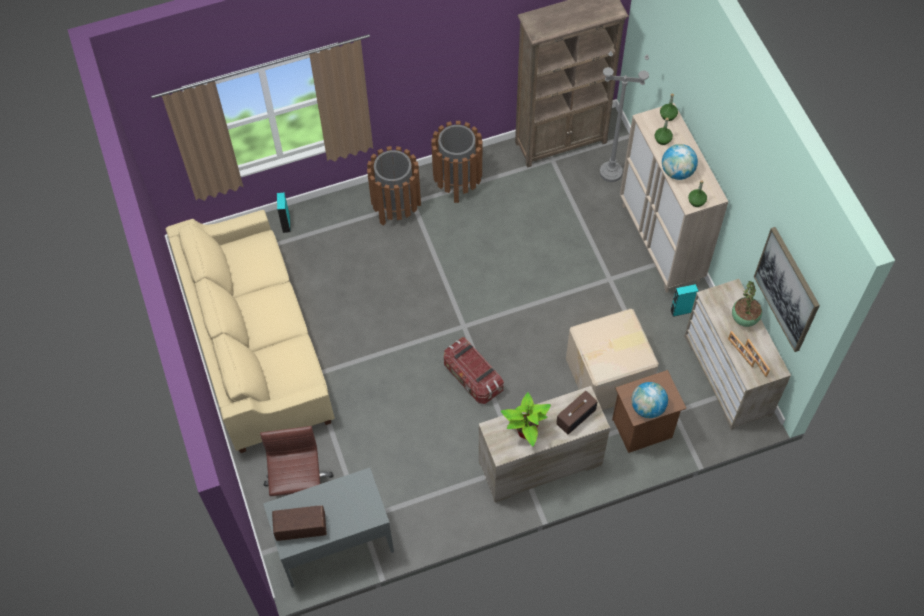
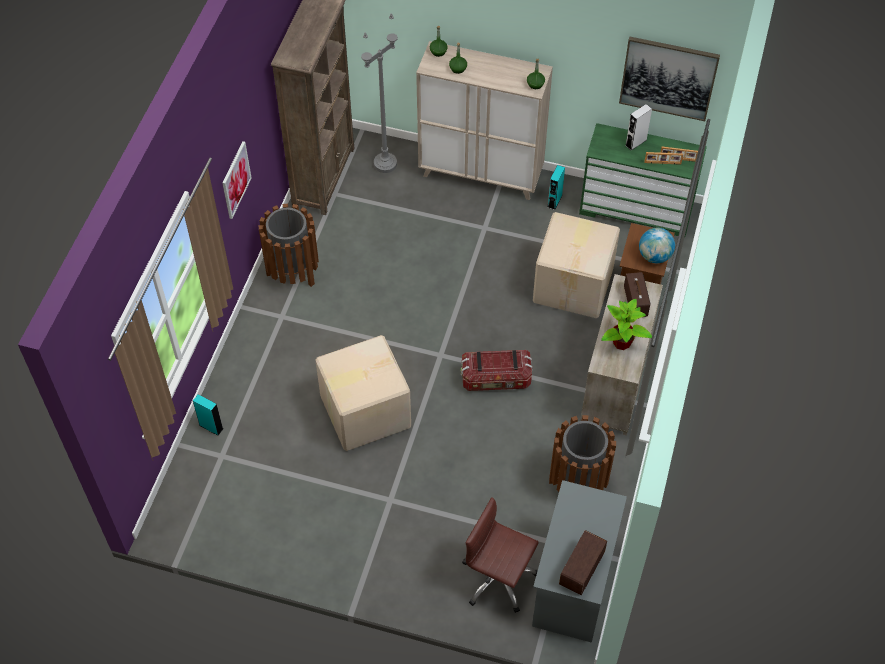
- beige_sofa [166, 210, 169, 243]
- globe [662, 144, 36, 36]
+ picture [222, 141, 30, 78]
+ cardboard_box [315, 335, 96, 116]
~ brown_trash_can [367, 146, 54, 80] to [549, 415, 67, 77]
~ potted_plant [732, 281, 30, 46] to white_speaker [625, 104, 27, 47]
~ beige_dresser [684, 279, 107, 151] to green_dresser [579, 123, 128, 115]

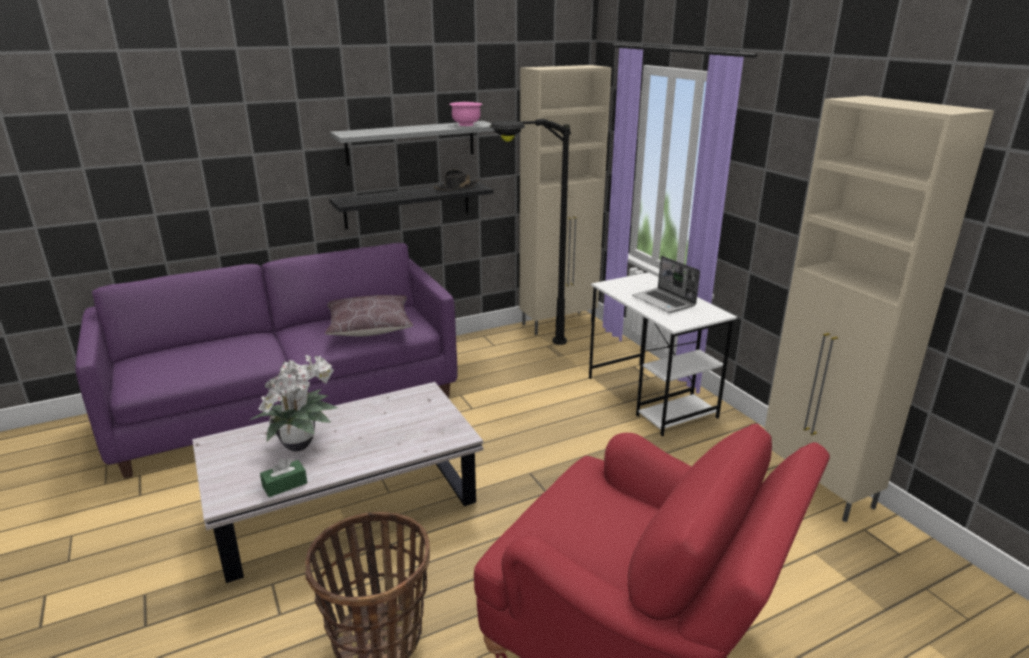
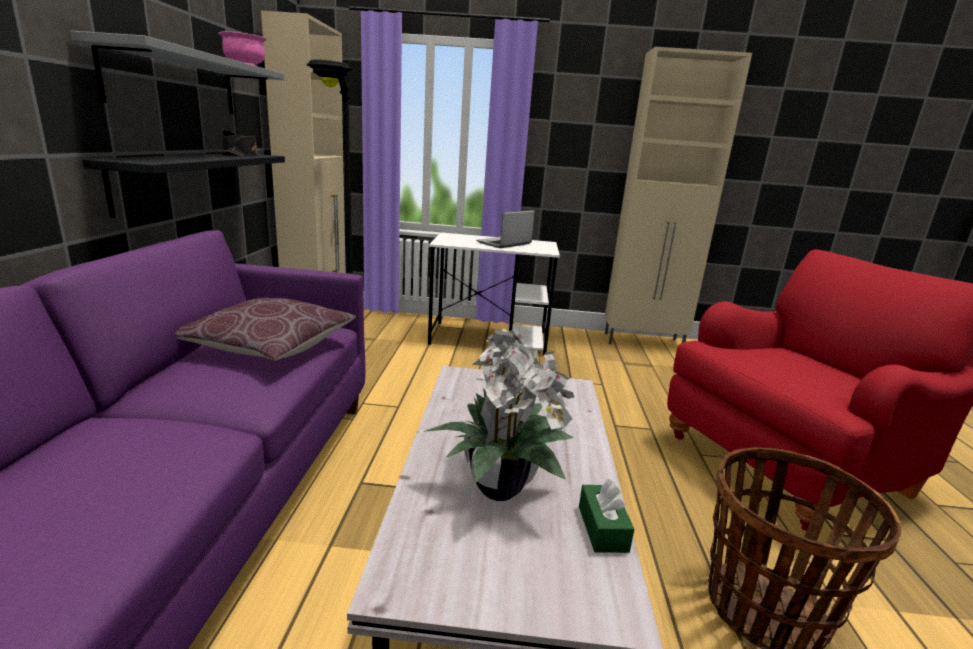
~ laptop [632, 256, 68, 57] = [476, 210, 59, 38] 135 degrees clockwise

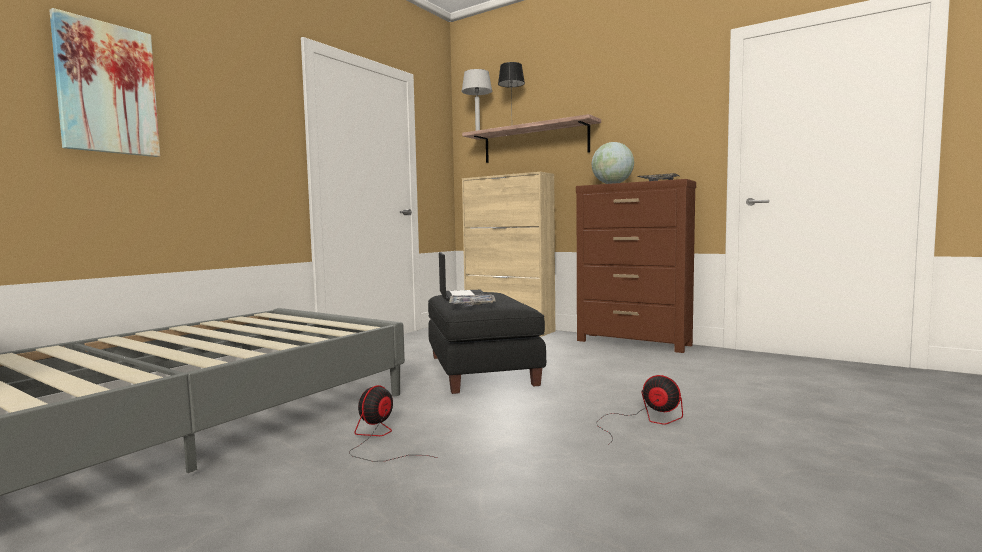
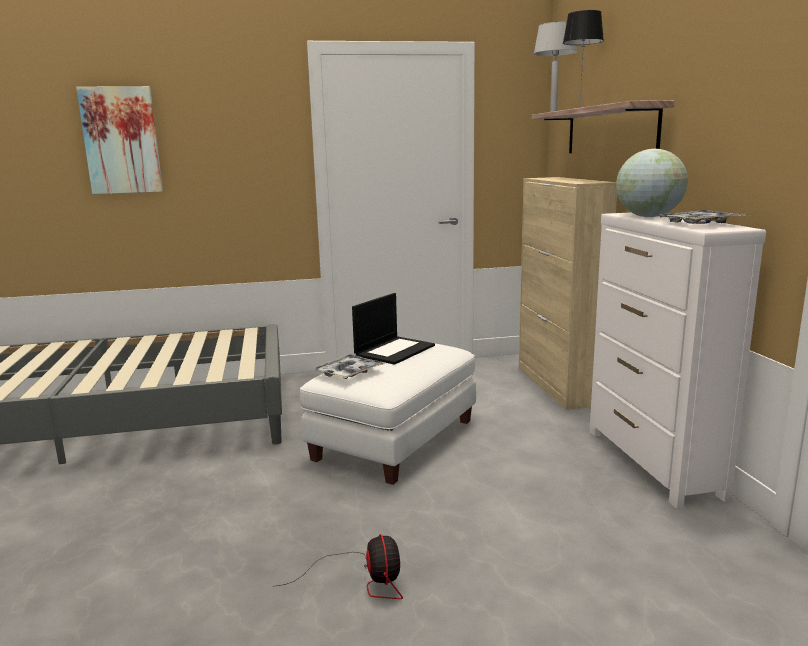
- fan [349, 385, 88, 77]
~ black_ottoman [428, 292, 118, 102] to white_ottoman [300, 344, 176, 141]
~ brown_dresser [576, 179, 120, 174] to white_dresser [590, 212, 176, 297]

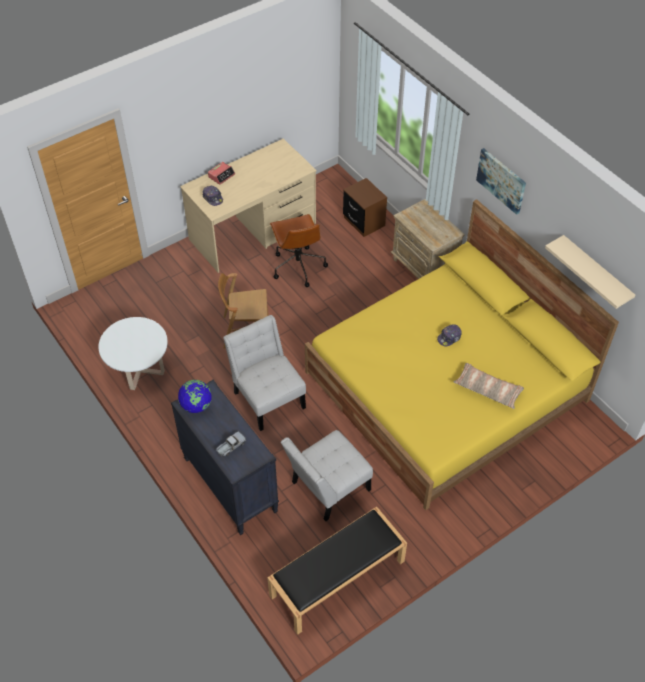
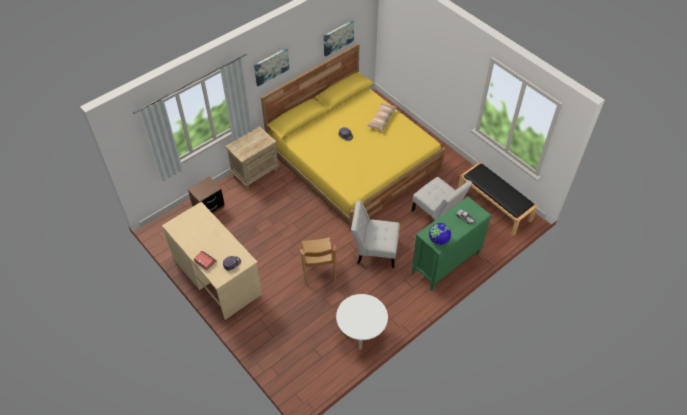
- brown_office_chair [270, 214, 58, 73]
~ beige_shelf [545, 235, 90, 74] to picture [324, 20, 30, 37]
~ black_dresser [171, 380, 108, 155] to green_dresser [412, 196, 79, 95]
~ white_chair [223, 315, 83, 116] = [351, 200, 49, 68] 45 degrees clockwise

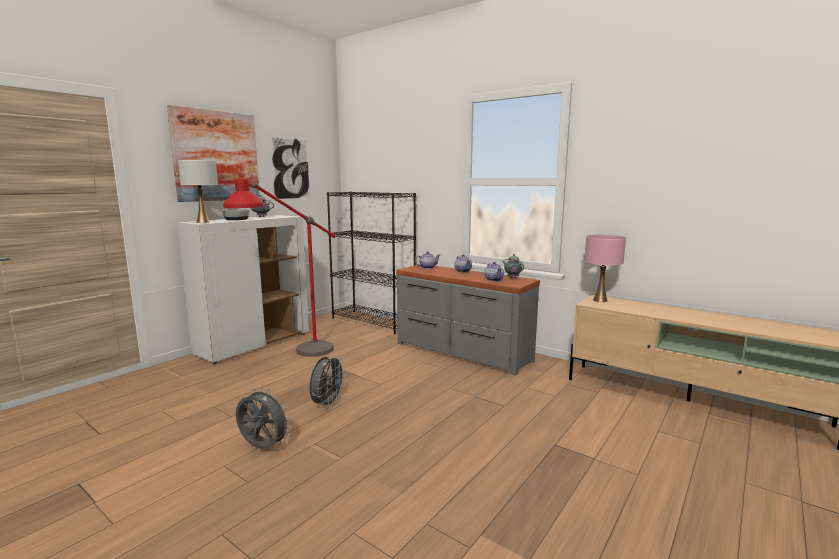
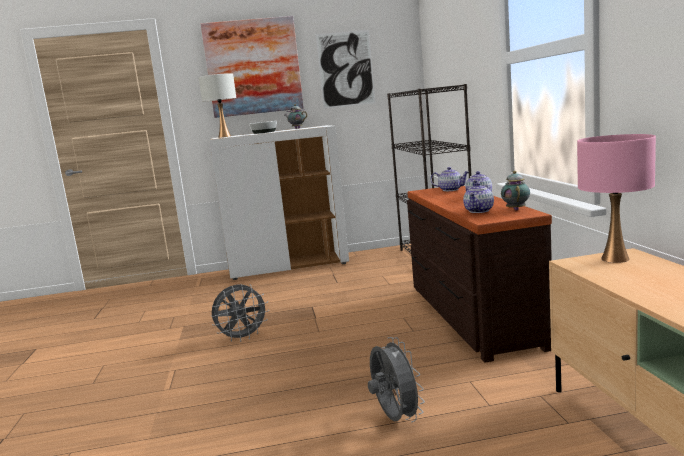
- red_floor_lamp [223, 178, 113, 179]
~ grey_fan [236, 387, 56, 62] to [368, 337, 57, 85]
~ grey_dresser [396, 265, 144, 111] to brown_dresser [407, 186, 145, 176]

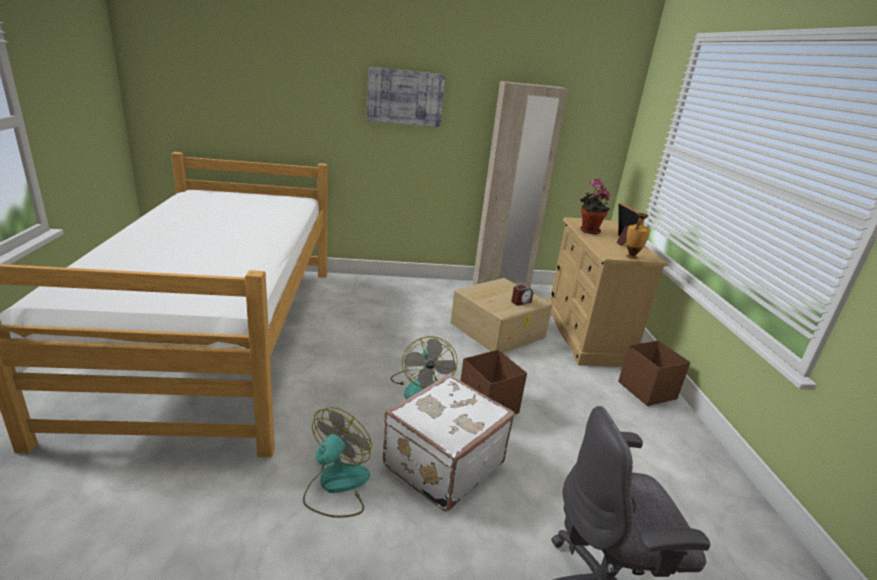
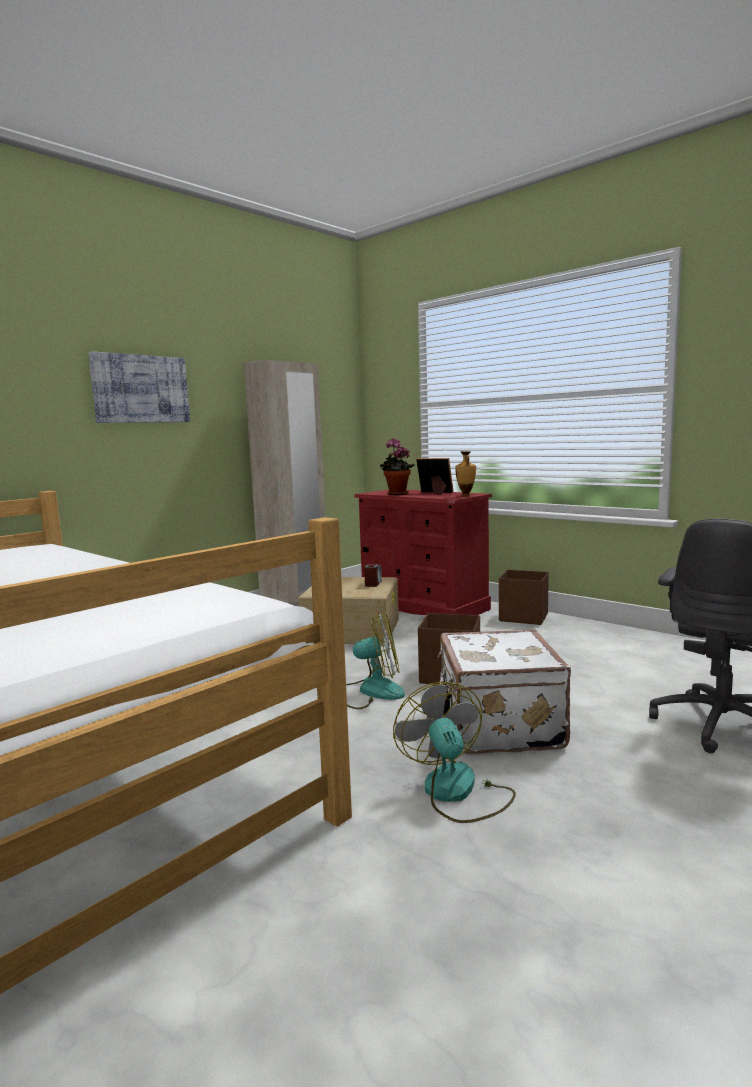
~ beige_dresser [547, 217, 120, 150] to red_dresser [354, 490, 138, 125]
~ fan [391, 336, 67, 63] = [346, 611, 59, 98] 45 degrees counterclockwise

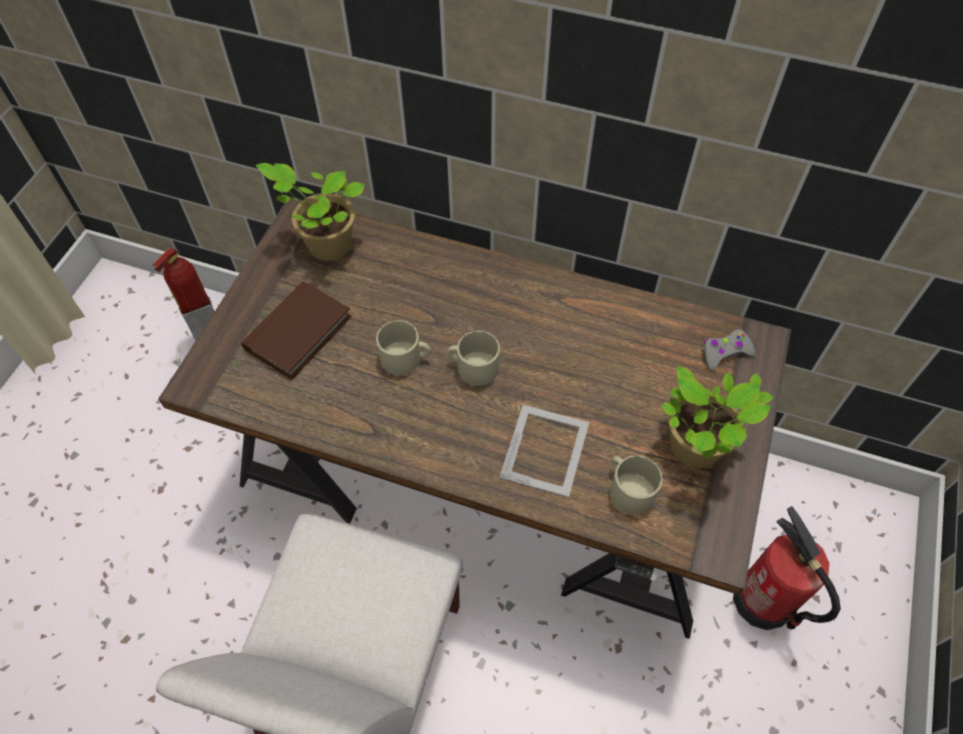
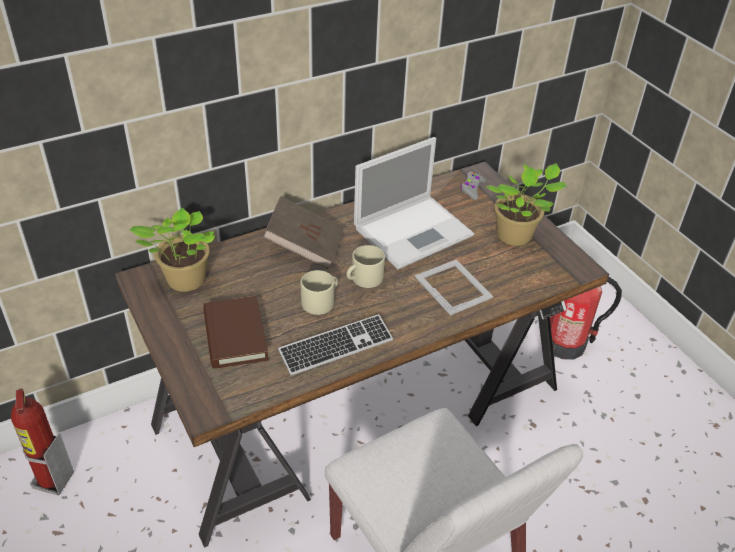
- beige_mug [610, 455, 52, 59]
+ brown_book [263, 196, 81, 73]
+ keyboard [278, 314, 115, 62]
+ laptop [354, 137, 120, 132]

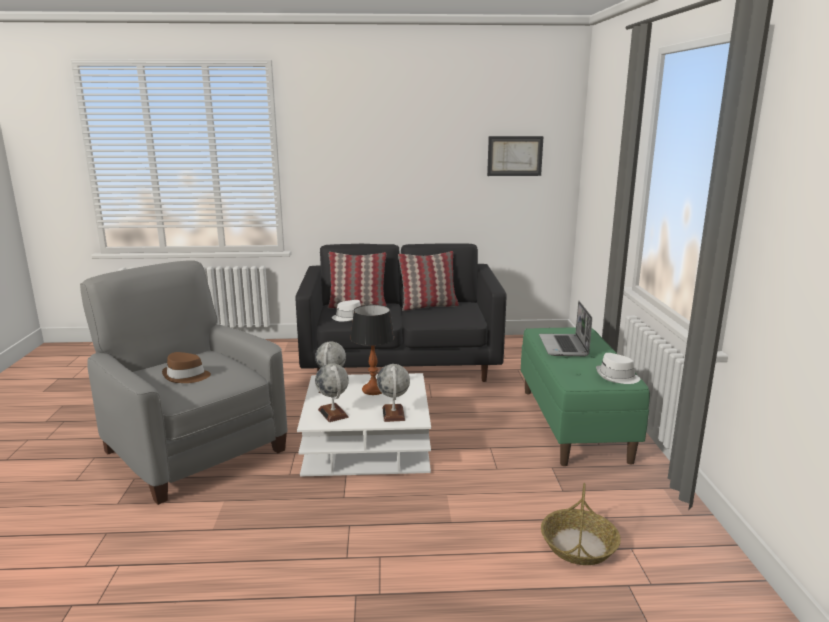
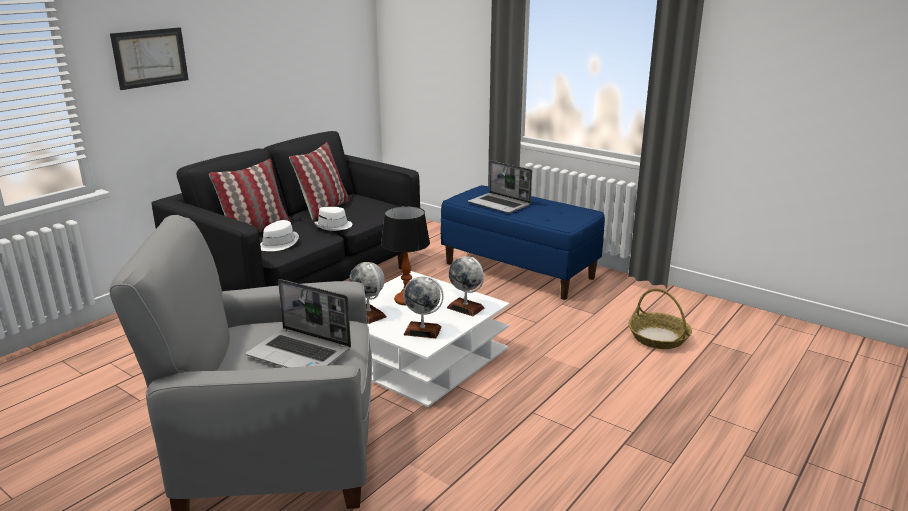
~ picture [487, 136, 57, 40] to [110, 27, 78, 63]
~ white_hat [596, 353, 44, 31] to [314, 207, 39, 24]
~ brown_hat [162, 352, 49, 31] to laptop [245, 279, 106, 89]
~ green_bench [521, 328, 129, 138] to blue_bench [441, 185, 164, 115]

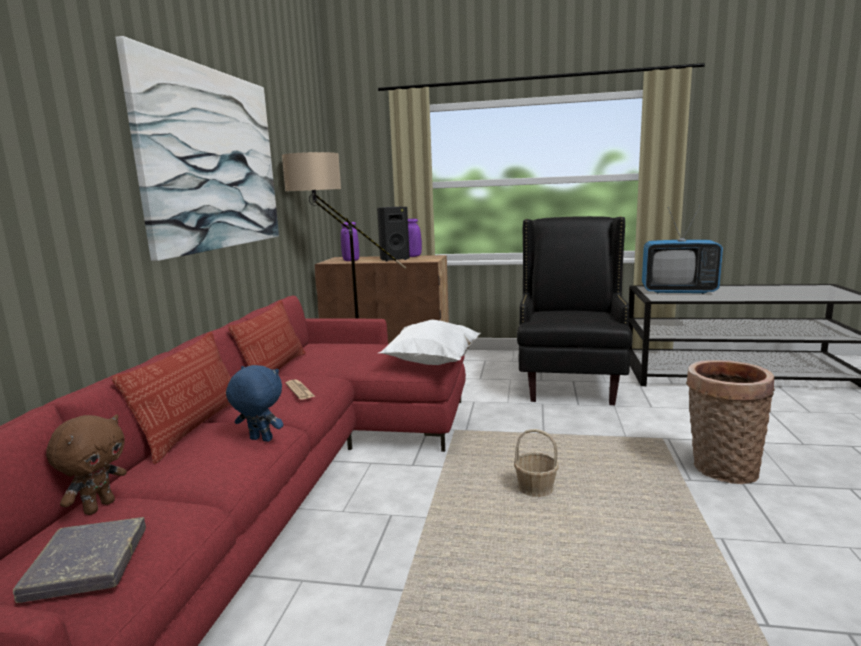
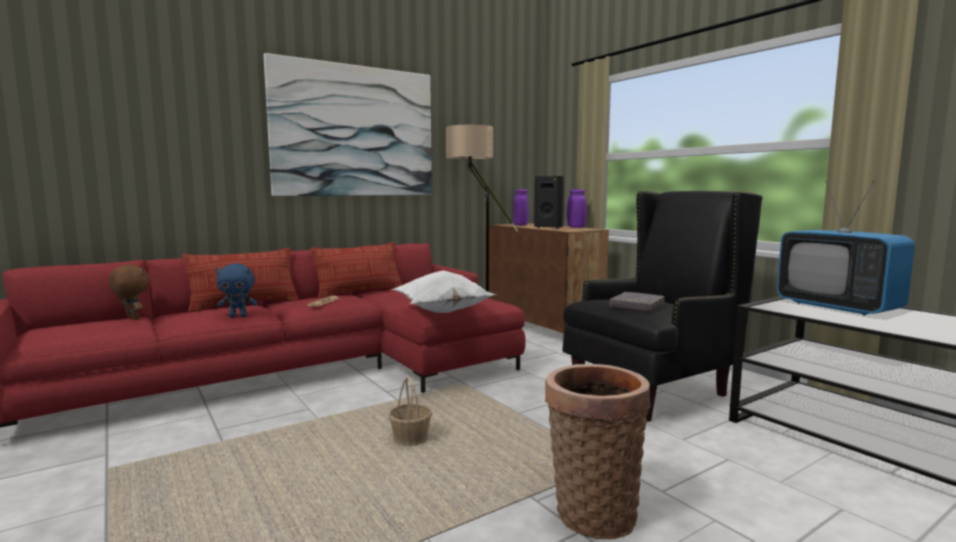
~ grey_book [13, 517, 133, 86] to [610, 292, 55, 19]
~ brown_plush_toy [46, 414, 81, 101] = [108, 265, 41, 55] 120 degrees counterclockwise
~ blue_plush_toy [226, 365, 57, 77] = [216, 264, 42, 54] 105 degrees clockwise

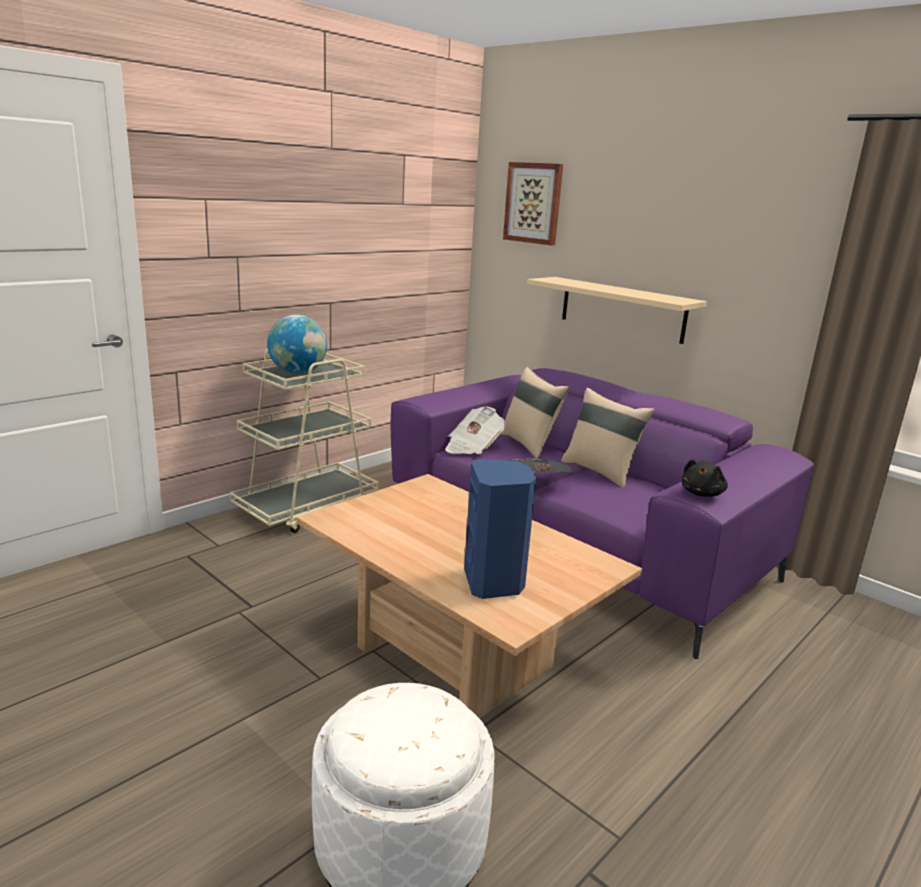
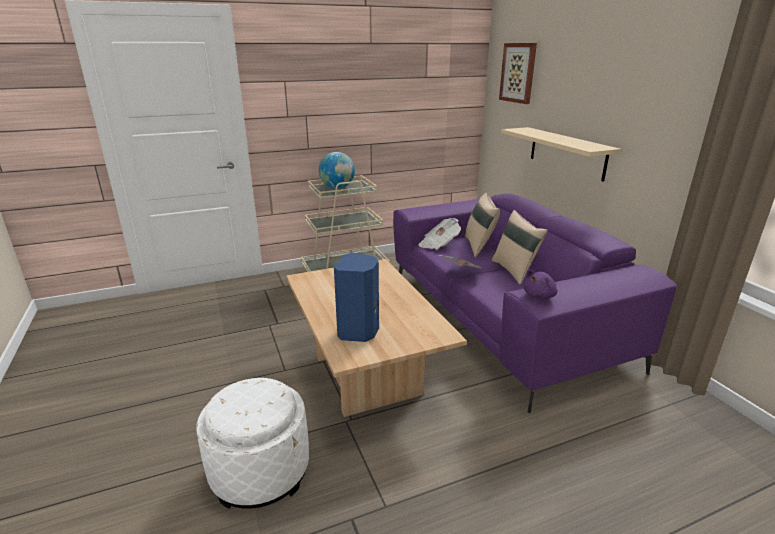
~ black_plush_toy [682, 459, 46, 38] to purple_plush_toy [524, 269, 33, 30]

